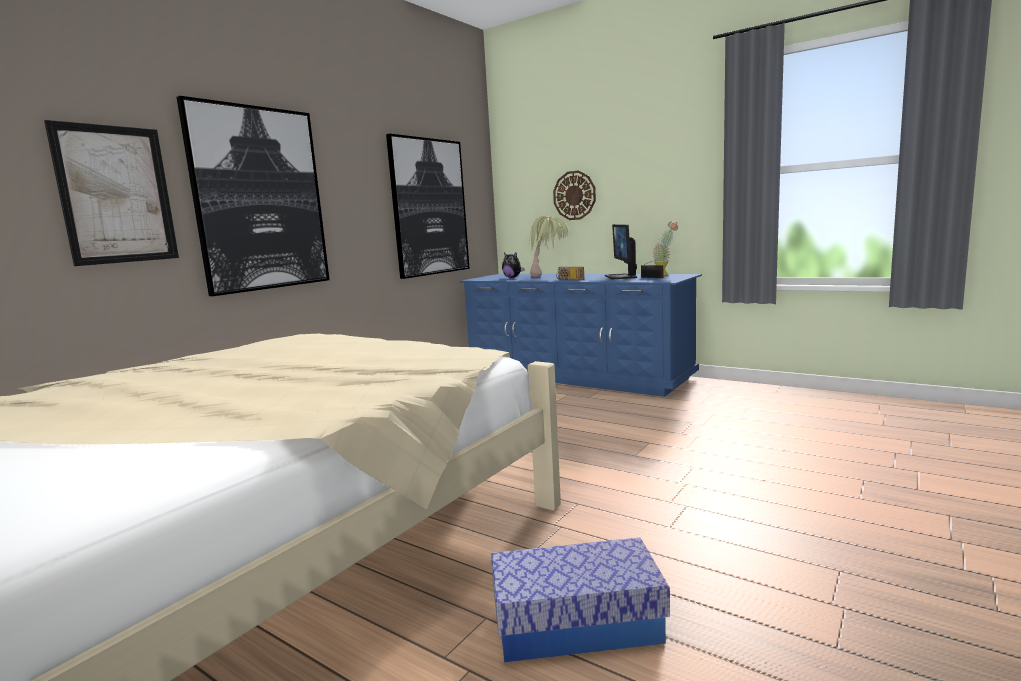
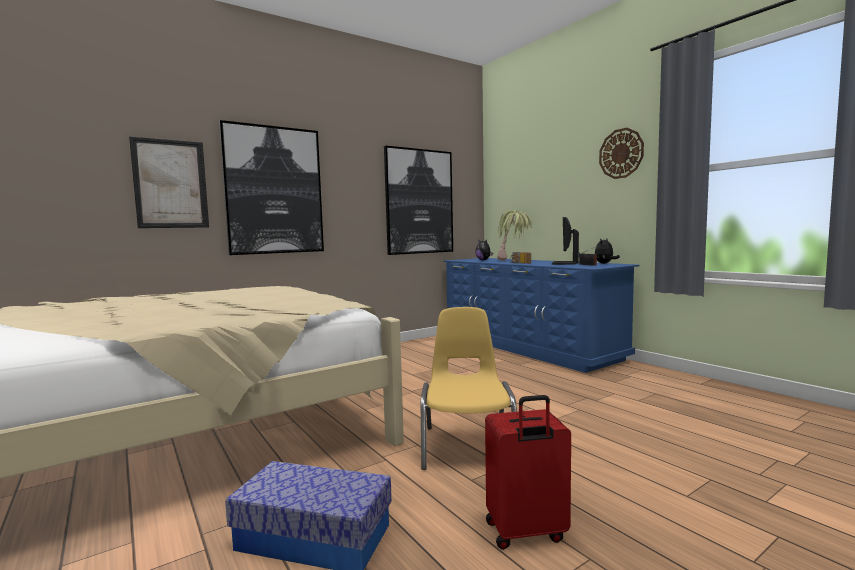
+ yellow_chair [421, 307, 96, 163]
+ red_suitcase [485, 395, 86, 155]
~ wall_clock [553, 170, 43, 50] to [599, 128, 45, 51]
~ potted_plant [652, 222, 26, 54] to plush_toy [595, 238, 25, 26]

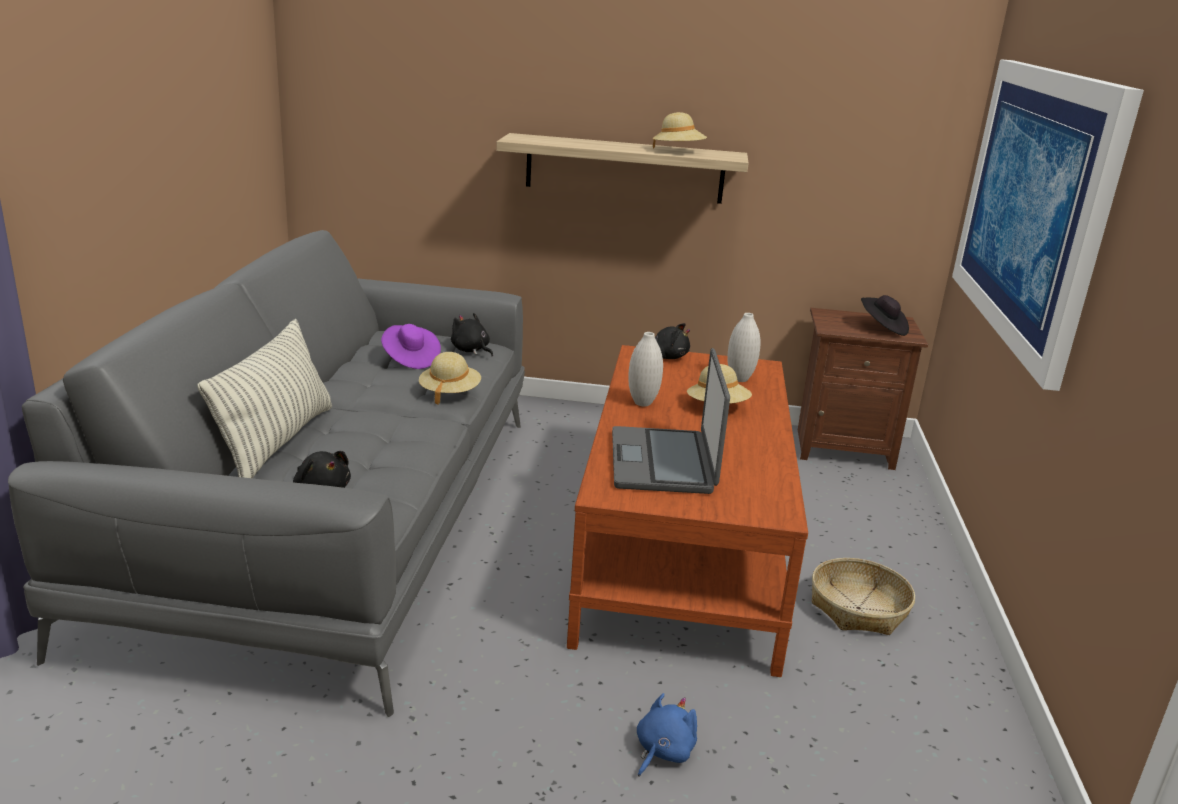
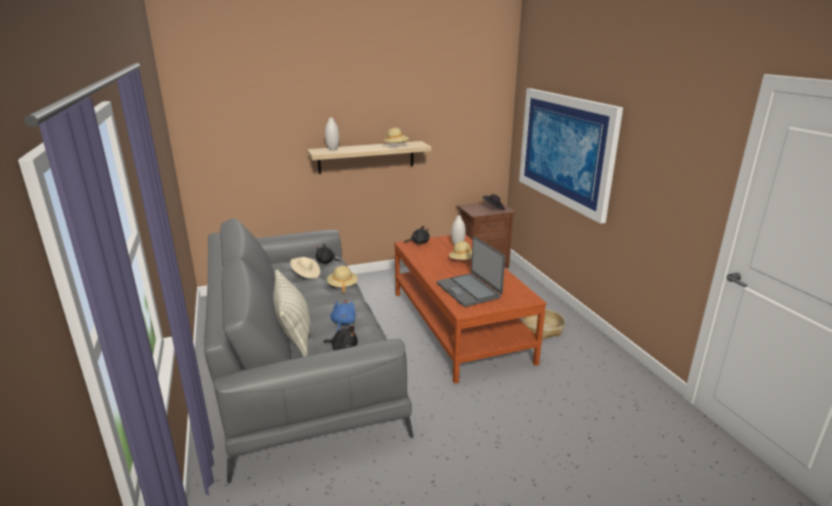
~ white_vase [628, 332, 35, 74] to [325, 118, 14, 32]
~ blue_plush_toy [637, 693, 60, 84] to [330, 299, 26, 32]
~ purple_hat [381, 324, 60, 45] to beige_hat [290, 257, 30, 22]

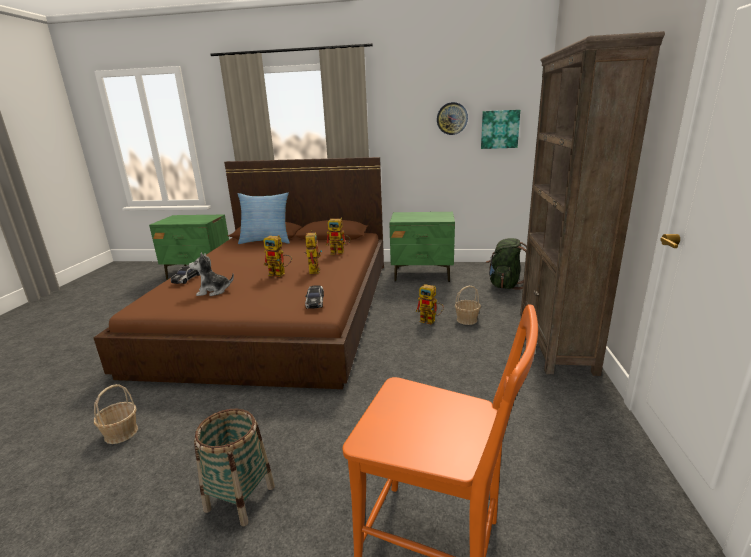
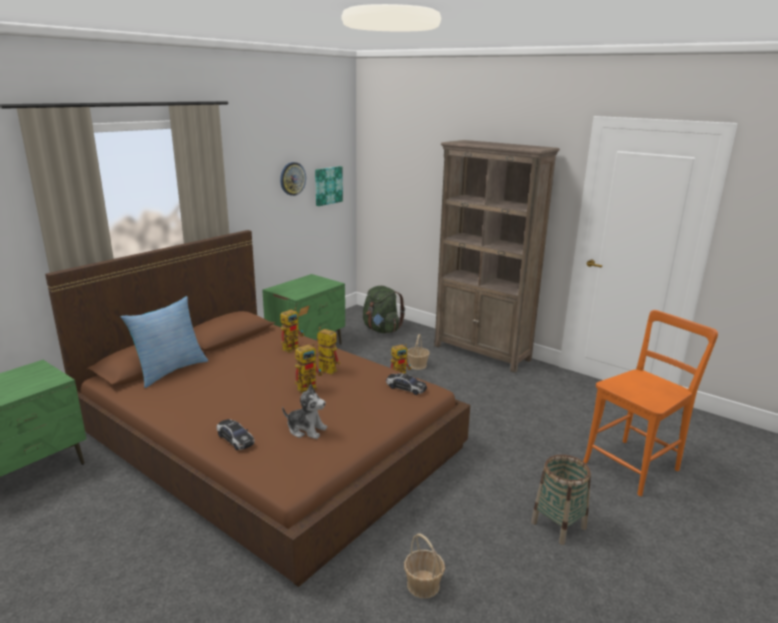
~ plush_toy [189, 253, 45, 43] = [282, 384, 45, 55] 90 degrees counterclockwise

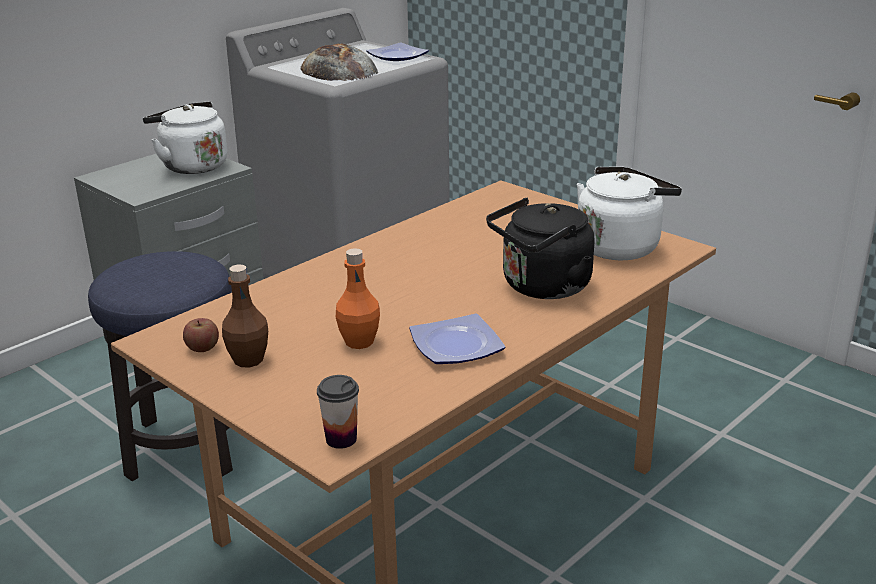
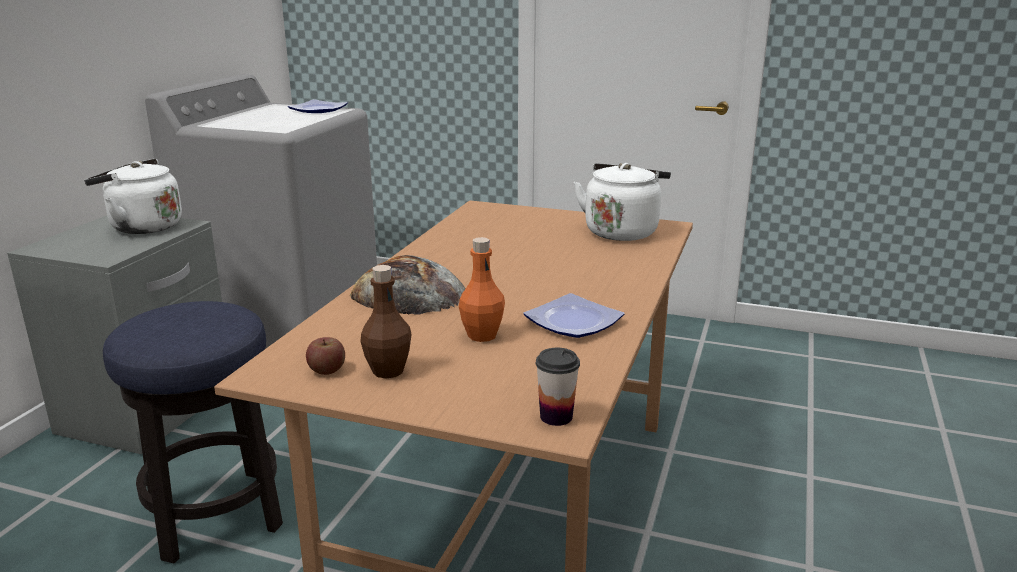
- black_kettle [486, 197, 108, 102]
~ bread [301, 43, 77, 38] to [350, 255, 116, 60]

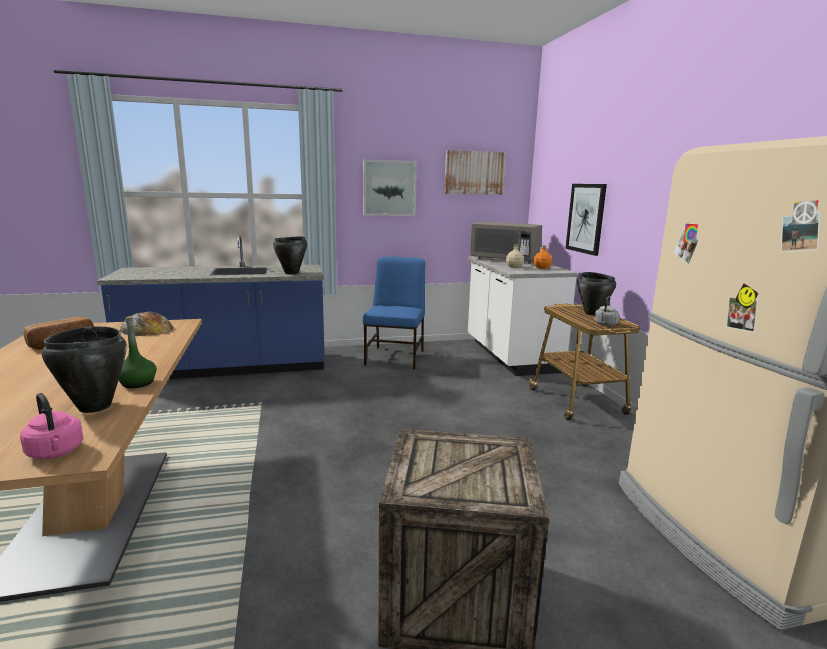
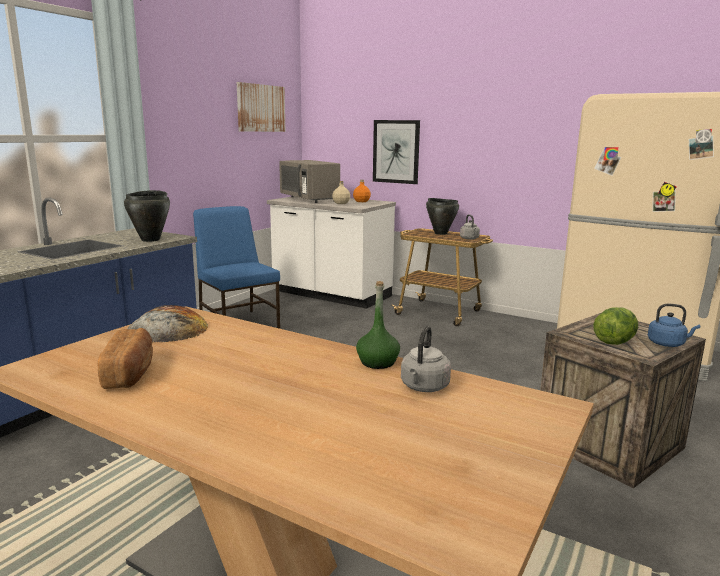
- pink_kettle [20, 393, 64, 66]
- picture [363, 159, 54, 57]
+ lettuce [593, 307, 45, 38]
+ blue_kettle [648, 304, 52, 43]
~ black_cooking_pot [42, 326, 85, 87] to grey_kettle [401, 326, 50, 66]
~ grey_microwave [470, 222, 72, 42] = [279, 160, 61, 43] 75 degrees clockwise

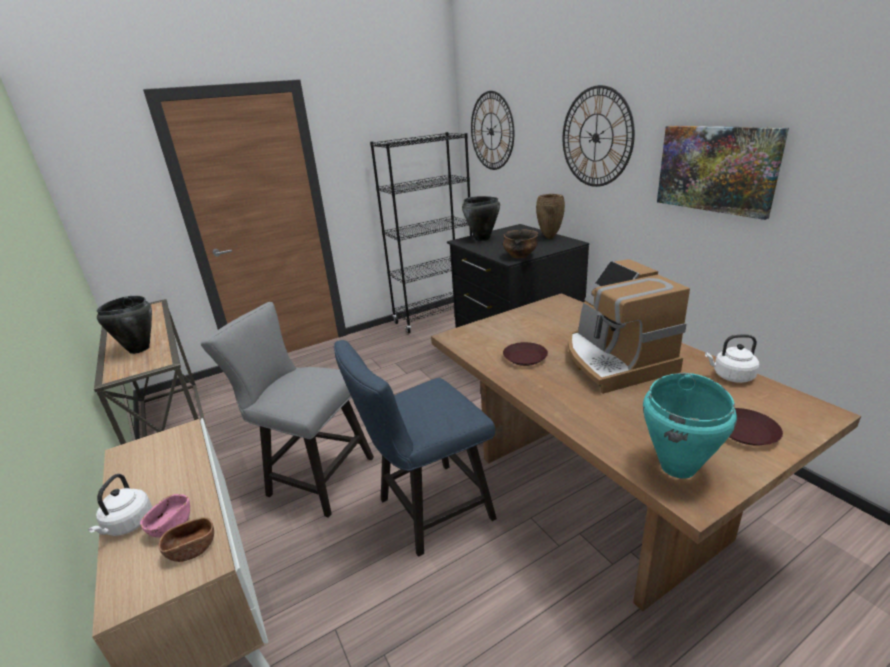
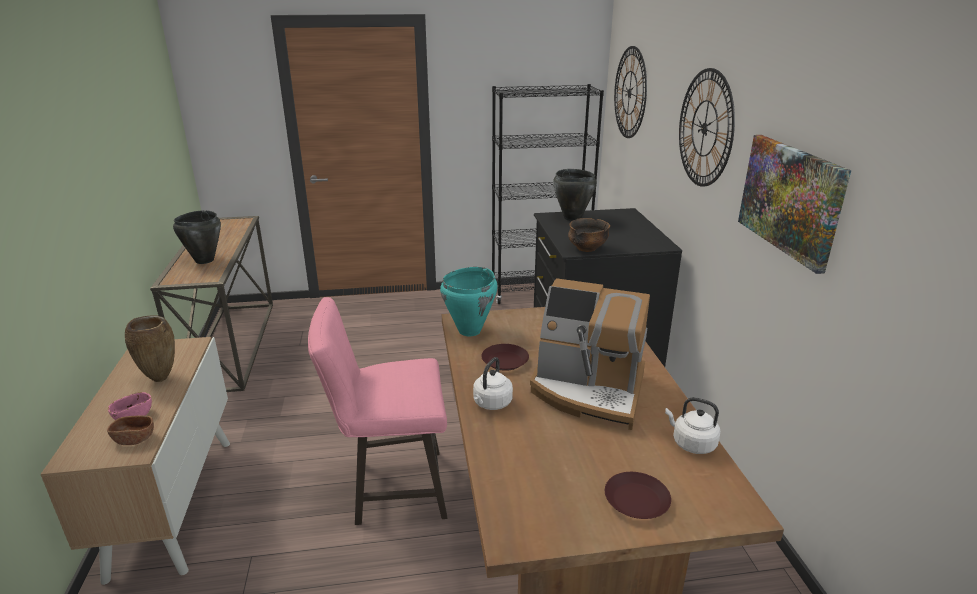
- grey_chair [201, 302, 173, 216]
~ white_kettle [88, 474, 64, 62] to [473, 357, 40, 53]
~ brown_vase [536, 194, 29, 45] to [125, 315, 50, 67]
~ turquoise_cooking_pot [643, 373, 94, 106] to [440, 267, 57, 69]
~ blue_chair [334, 340, 163, 217] to pink_stool [308, 297, 139, 228]
~ coffee_machine [568, 259, 122, 135] = [530, 278, 120, 152] 75 degrees counterclockwise

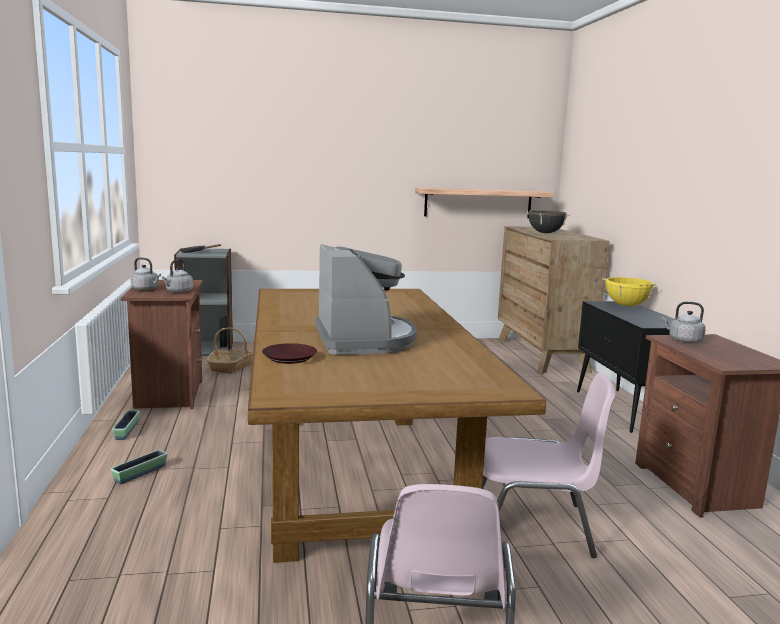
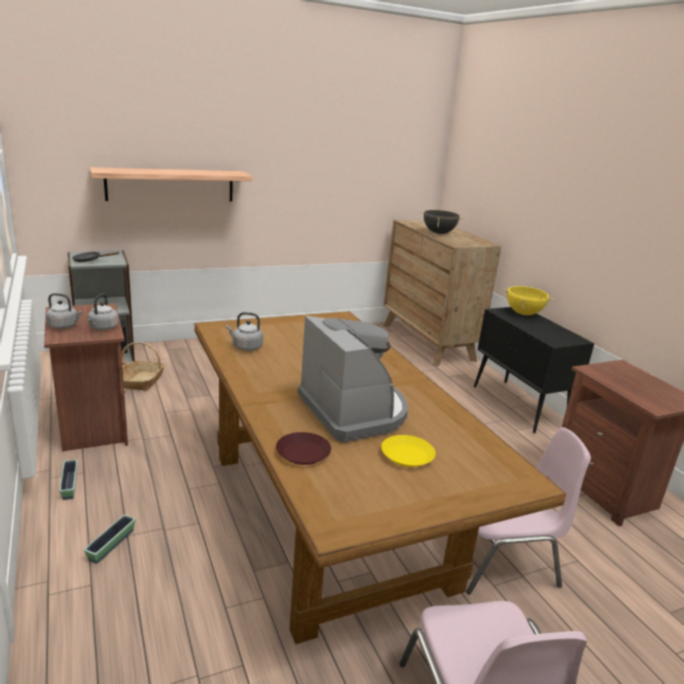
+ yellow_plate [381, 435, 55, 32]
~ shelf [415, 188, 139, 31] to [90, 167, 162, 35]
~ grey_kettle [661, 302, 45, 41] to [226, 312, 37, 39]

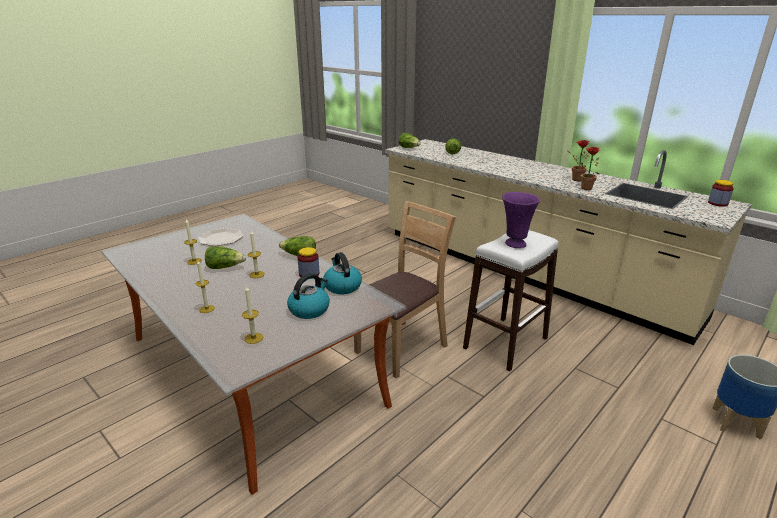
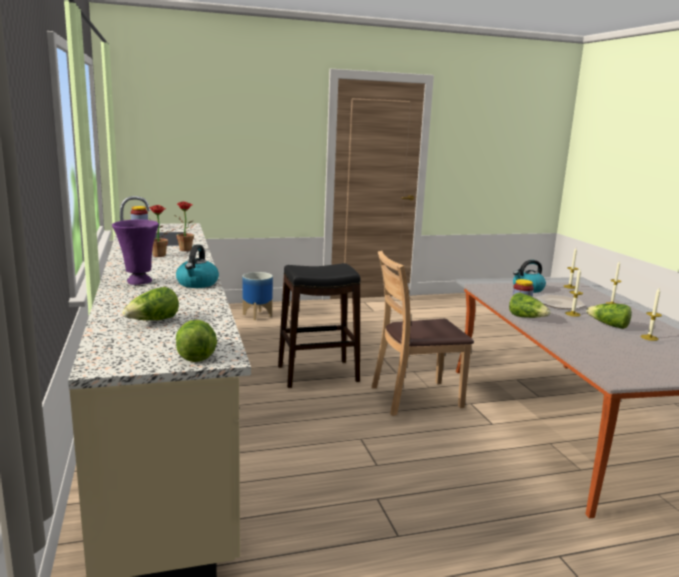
~ plate [198, 228, 45, 18] to [536, 294, 50, 15]
~ kettle [323, 252, 39, 42] to [176, 244, 43, 44]
~ purple_vase [502, 192, 38, 56] to [112, 220, 47, 65]
~ white_stool [463, 230, 96, 142] to black_stool [278, 263, 82, 125]

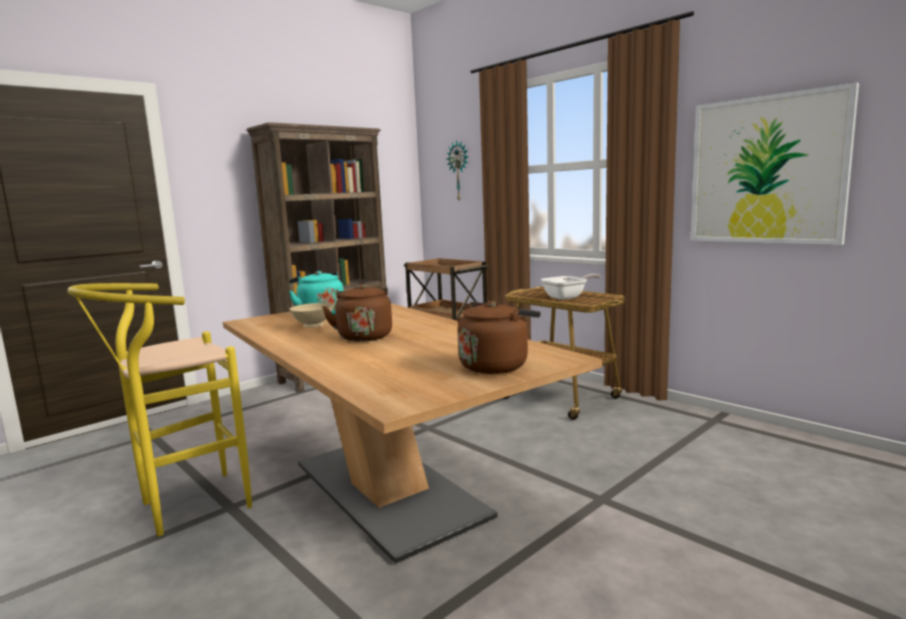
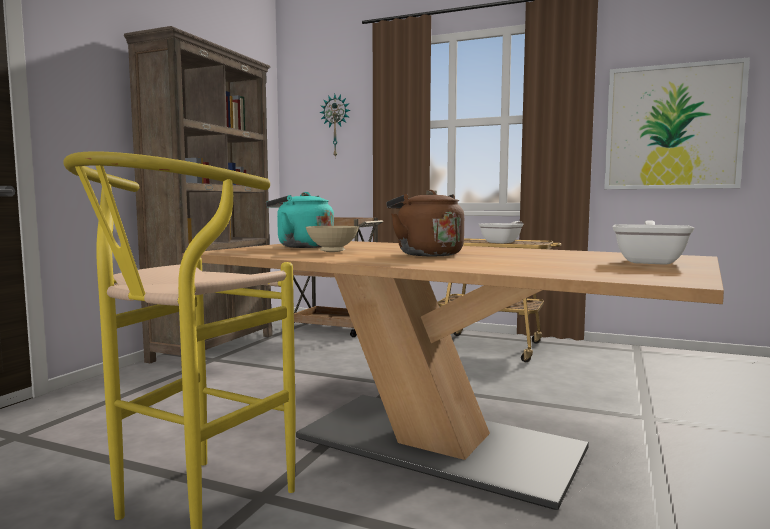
~ brown_kettle [457, 301, 84, 73] to frying_pan [612, 220, 82, 45]

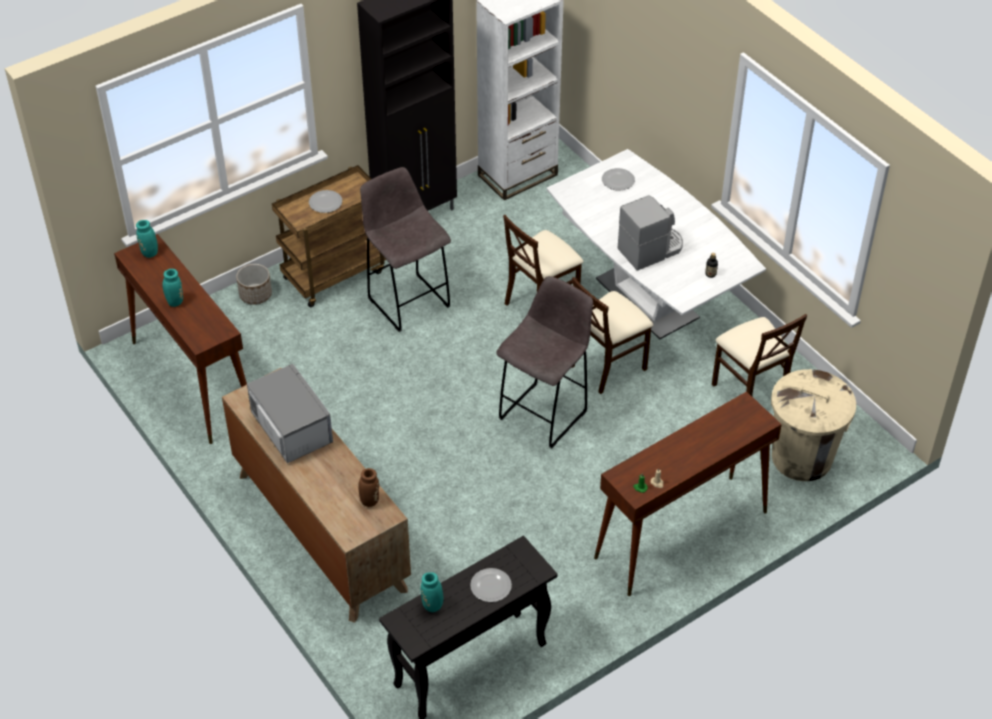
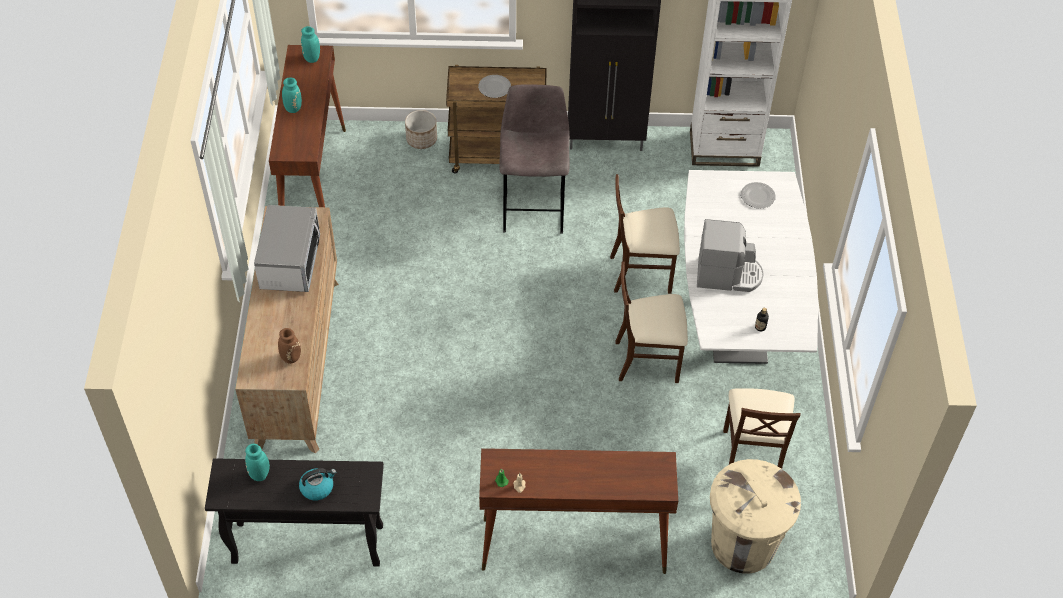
- grey_stool [496, 276, 97, 172]
~ plate [470, 568, 42, 34] to kettle [299, 468, 37, 32]

